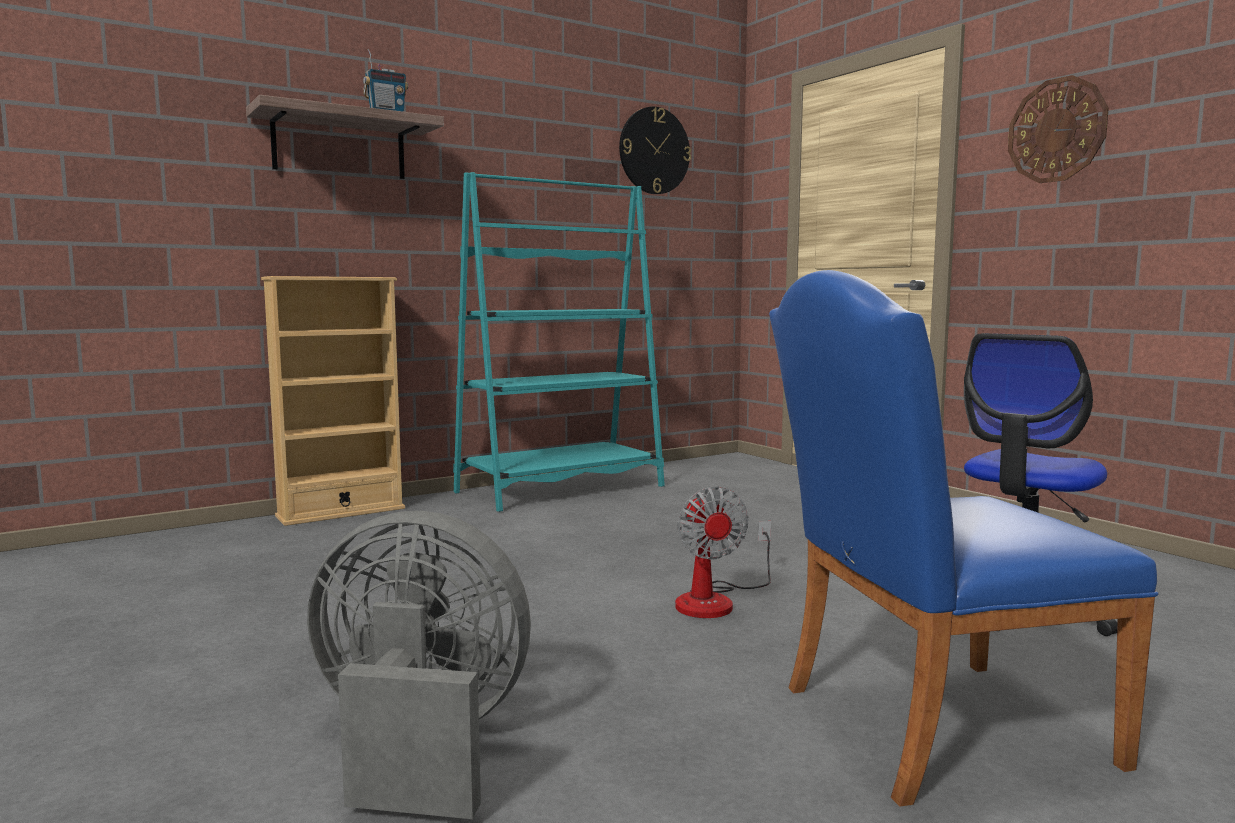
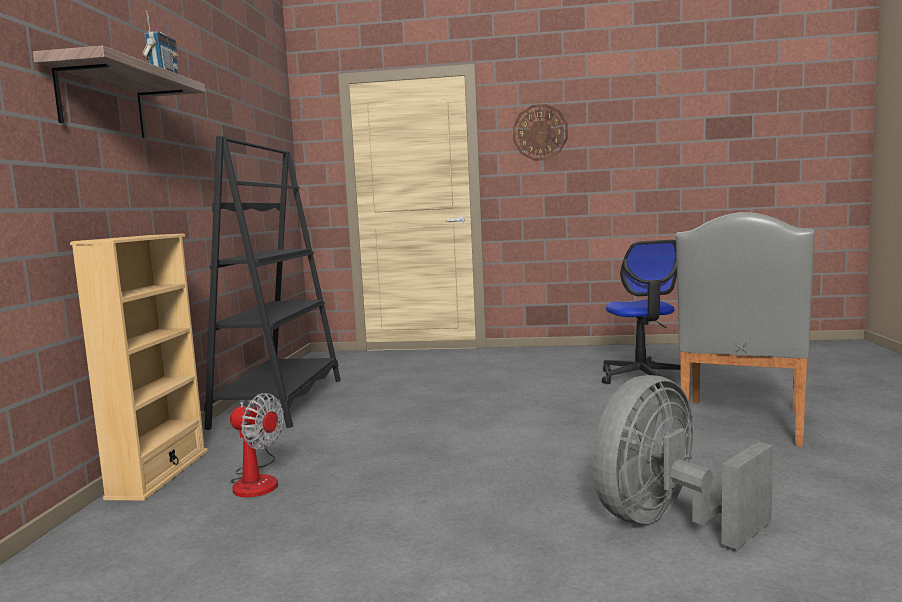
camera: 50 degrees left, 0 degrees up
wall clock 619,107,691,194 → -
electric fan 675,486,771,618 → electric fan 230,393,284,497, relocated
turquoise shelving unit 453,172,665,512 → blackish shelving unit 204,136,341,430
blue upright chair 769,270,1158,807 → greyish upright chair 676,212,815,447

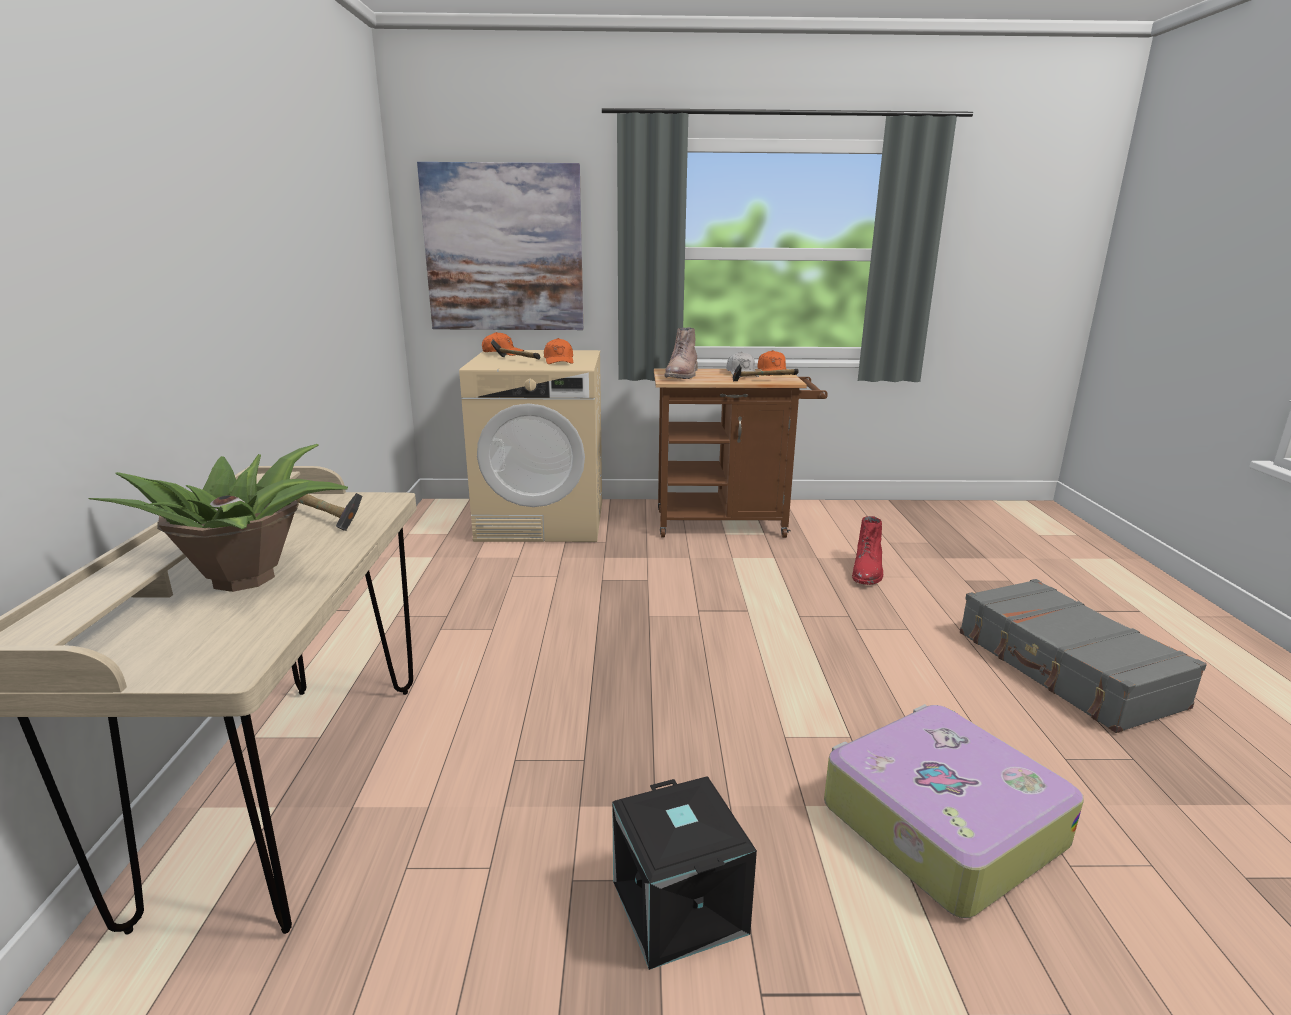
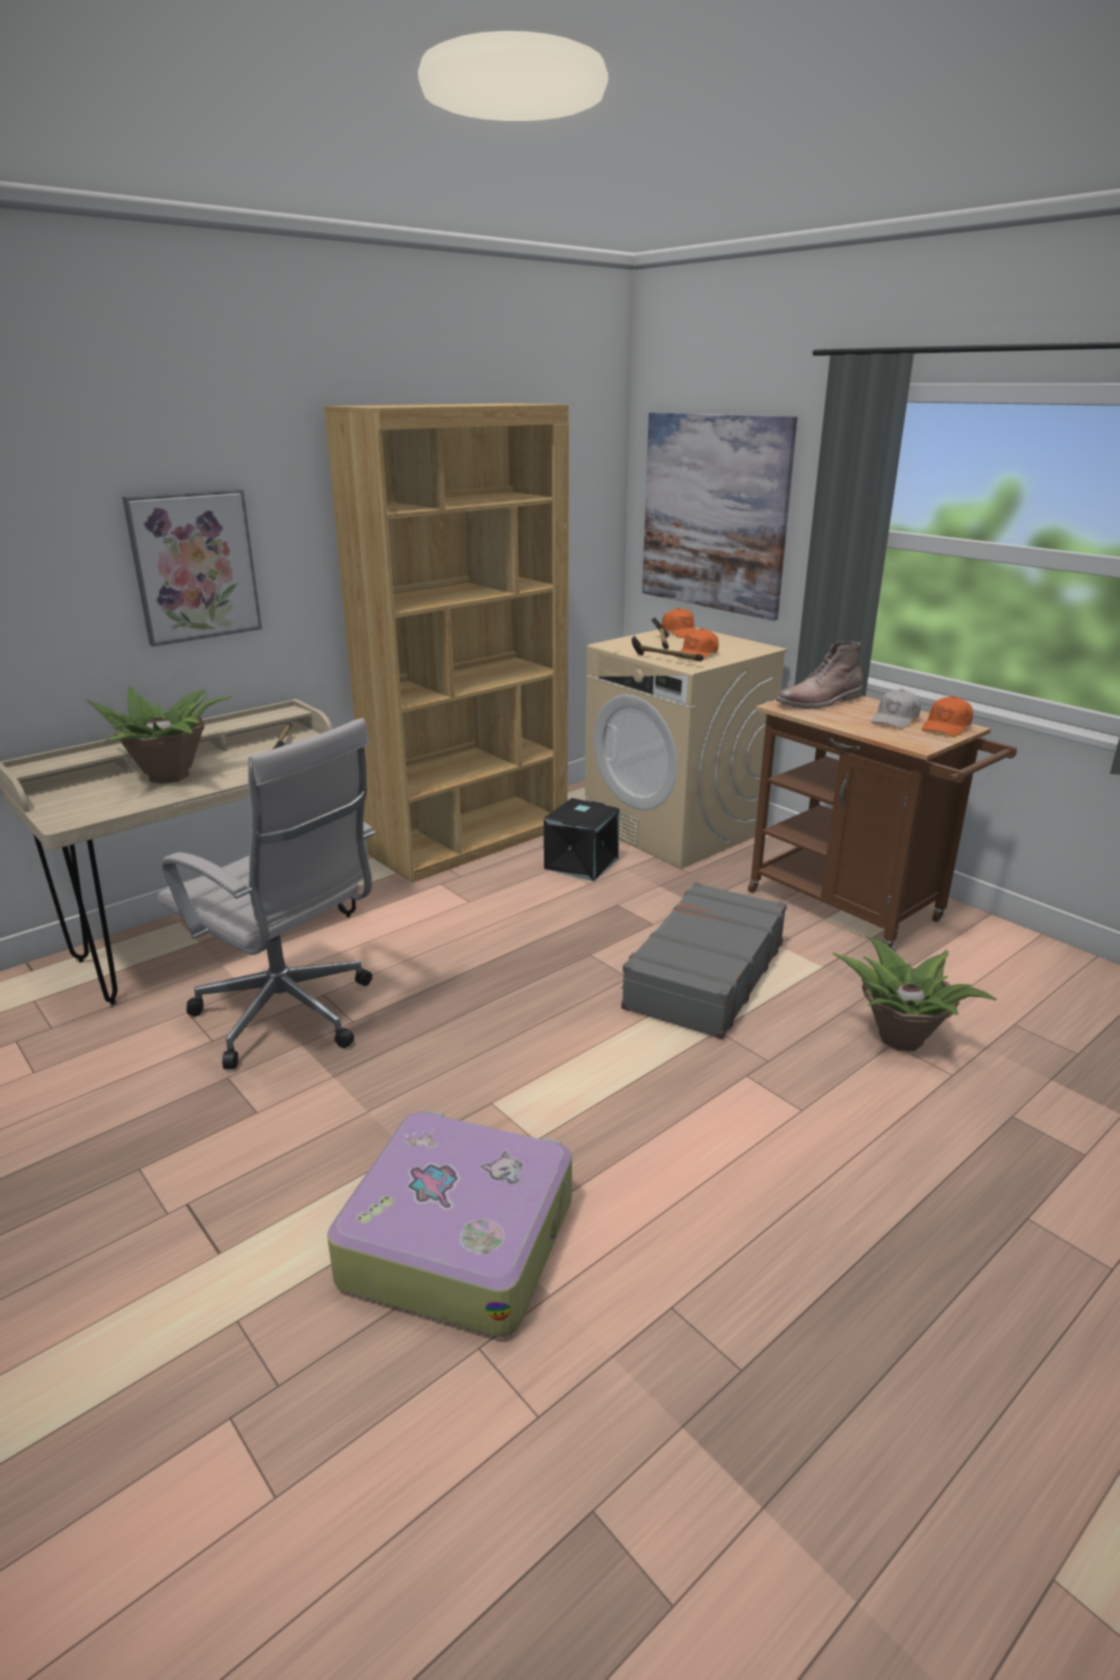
camera: 50 degrees right, 5 degrees up
- → wall picture 122,489,262,647
- → white computer chair 157,718,375,1069
- → brownish shelving unit 324,403,569,883
blackish storage bin 612,776,757,970 → blackish storage bin 544,798,620,882, relocated
hammer 733,364,799,381 → hammer 631,635,703,661, relocated
greyish travel case 960,579,1207,733 → greyish travel case 621,882,787,1039, relocated
reddish high-top boot 852,516,883,585 → plant in a pot 832,936,996,1051

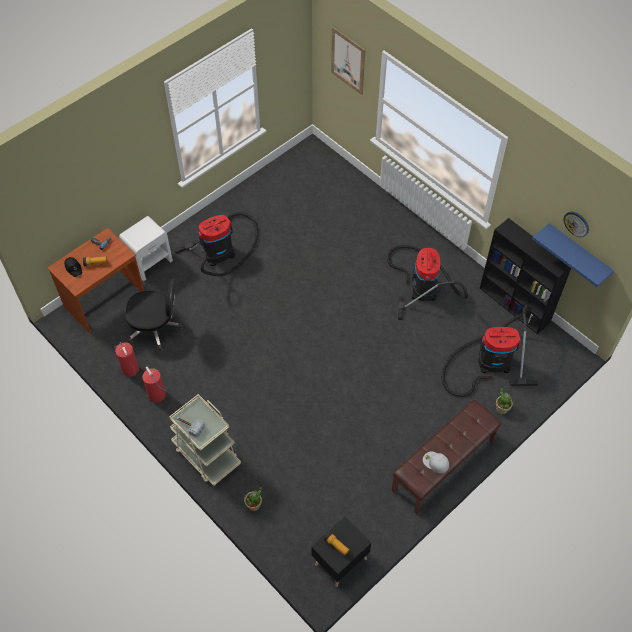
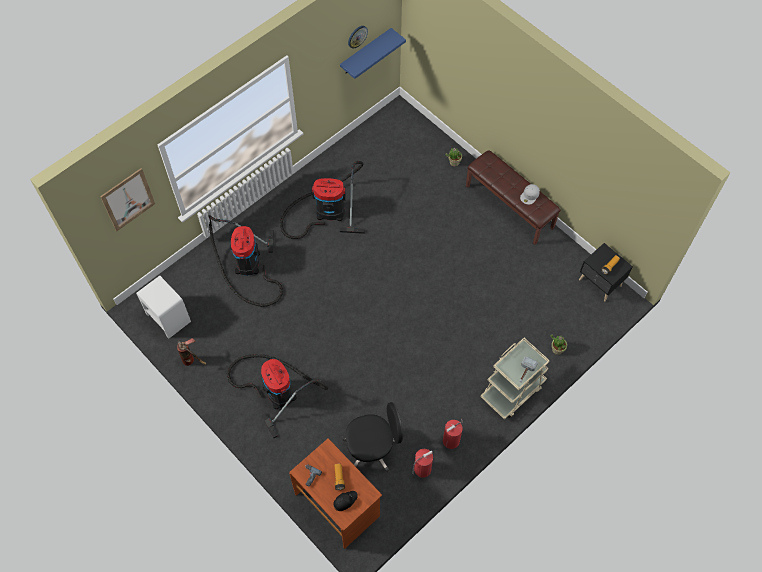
camera: 90 degrees left, 5 degrees up
blackish shelving unit 480,218,571,335 → -
- → fire extinguisher 177,338,206,366
white night table 119,216,173,281 → white night table 136,276,191,339, relocated
vacuum cleaner 441,305,538,397 → vacuum cleaner 209,215,283,307, relocated
blackish computer chair 125,277,185,352 → blackish computer chair 342,402,403,473, 75 degrees clockwise

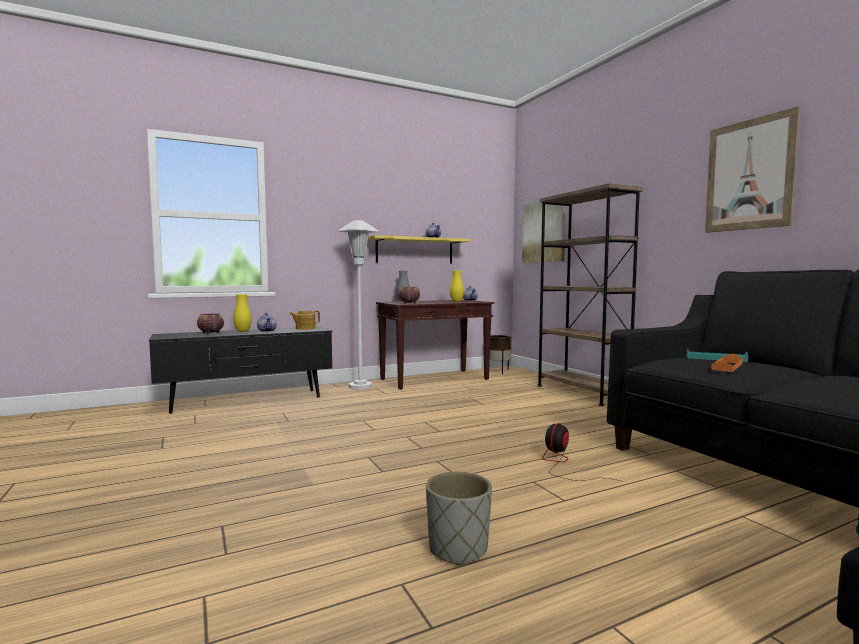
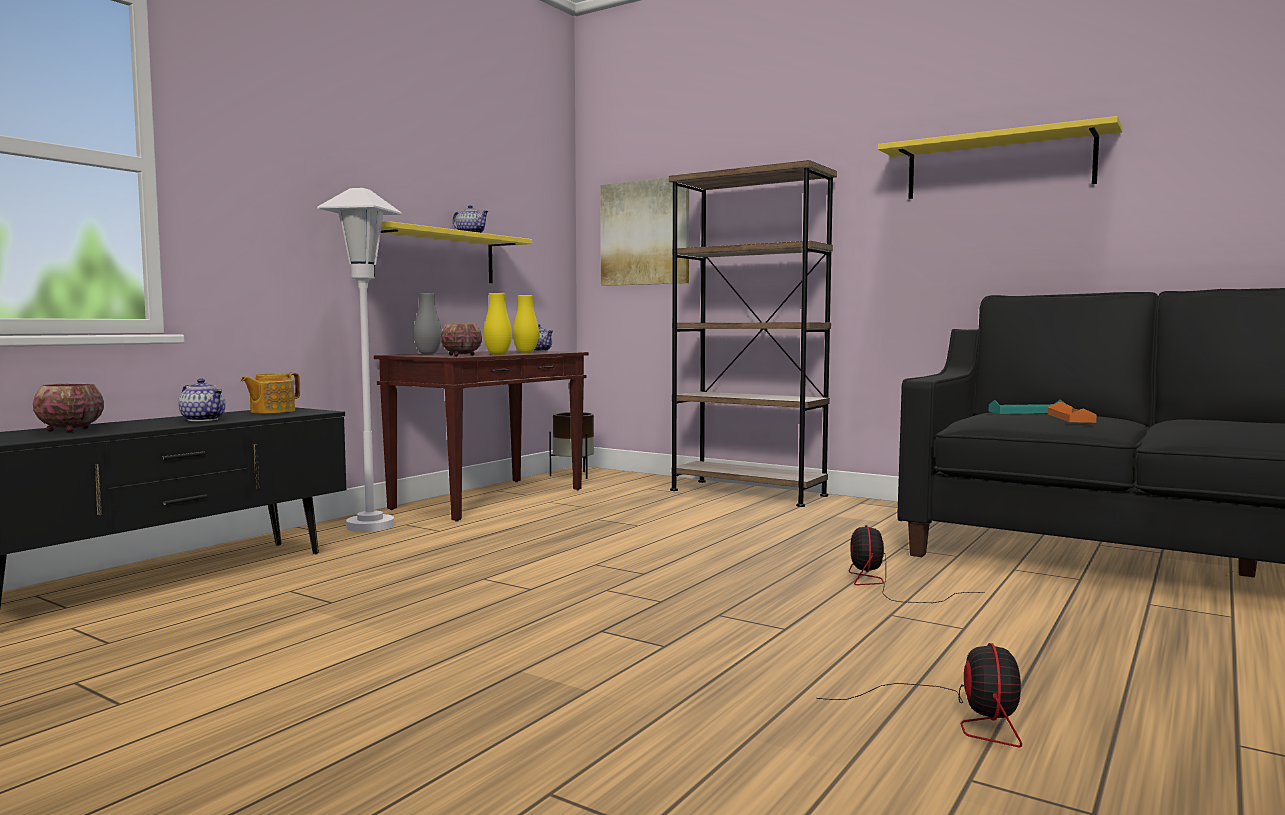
camera: 30 degrees left, 0 degrees up
yellow-coloured vase 233,294,252,332 → yellow-coloured vase 483,293,512,355, relocated
greyish plant pot 426,472,492,566 → electric fan 816,643,1022,747
wall picture 705,106,800,233 → yellow-coloured shelf 878,116,1123,199

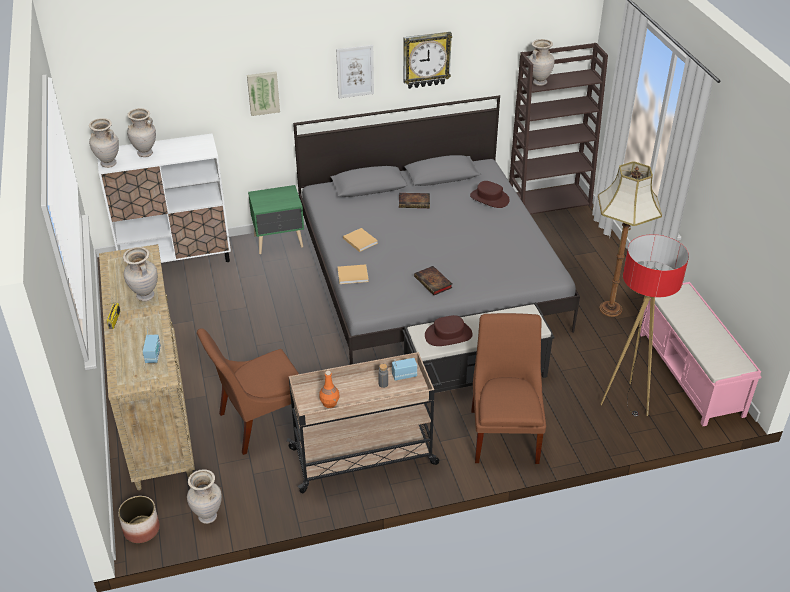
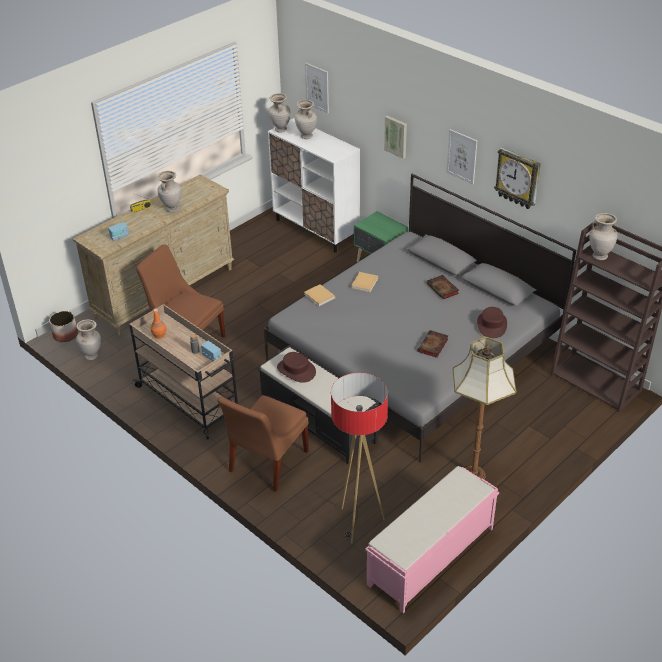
camera: 60 degrees right, 0 degrees up
- → wall picture 305,62,329,113
book 414,266,452,295 → book 417,330,448,358, relocated
brownish upright chair 471,313,546,464 → brownish upright chair 217,395,309,492, 150 degrees clockwise

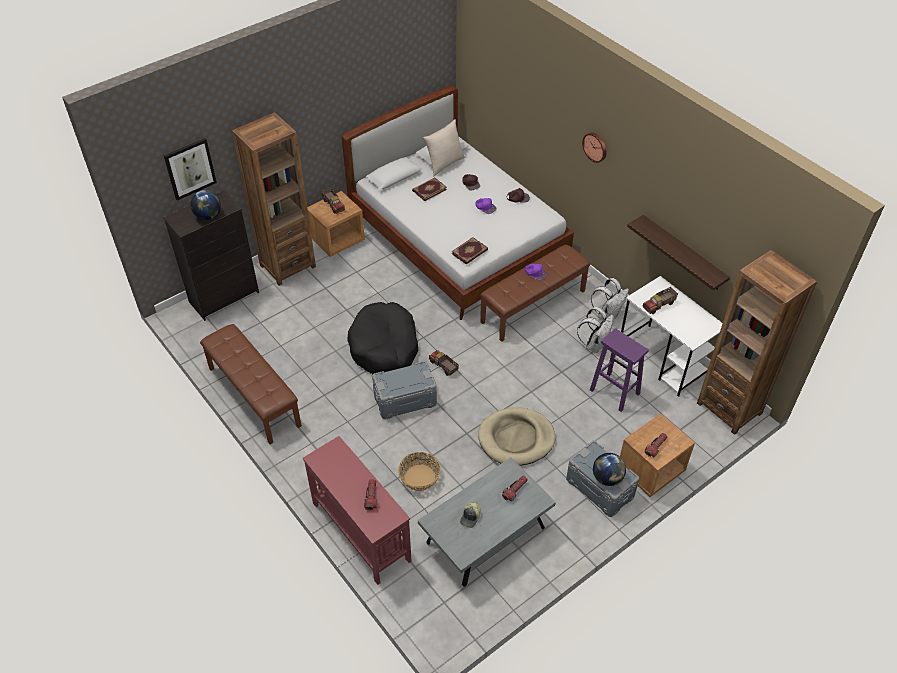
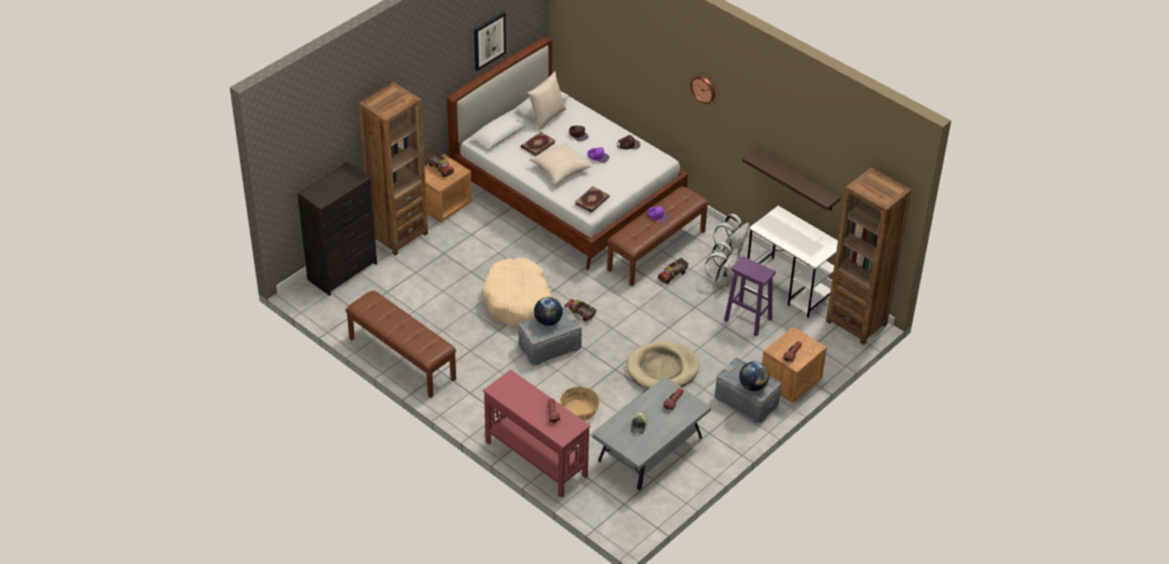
camera: 10 degrees left, 5 degrees down
- → beige-coloured cushion 529,143,592,184
wall picture 163,138,217,201 → wall picture 474,12,506,71, relocated
desk globe 190,190,221,220 → desk globe 534,297,563,326, relocated
toy truck 642,287,678,314 → toy truck 658,258,689,284, relocated
blackish dog bed 347,302,418,374 → beige-coloured dog bed 482,258,552,328

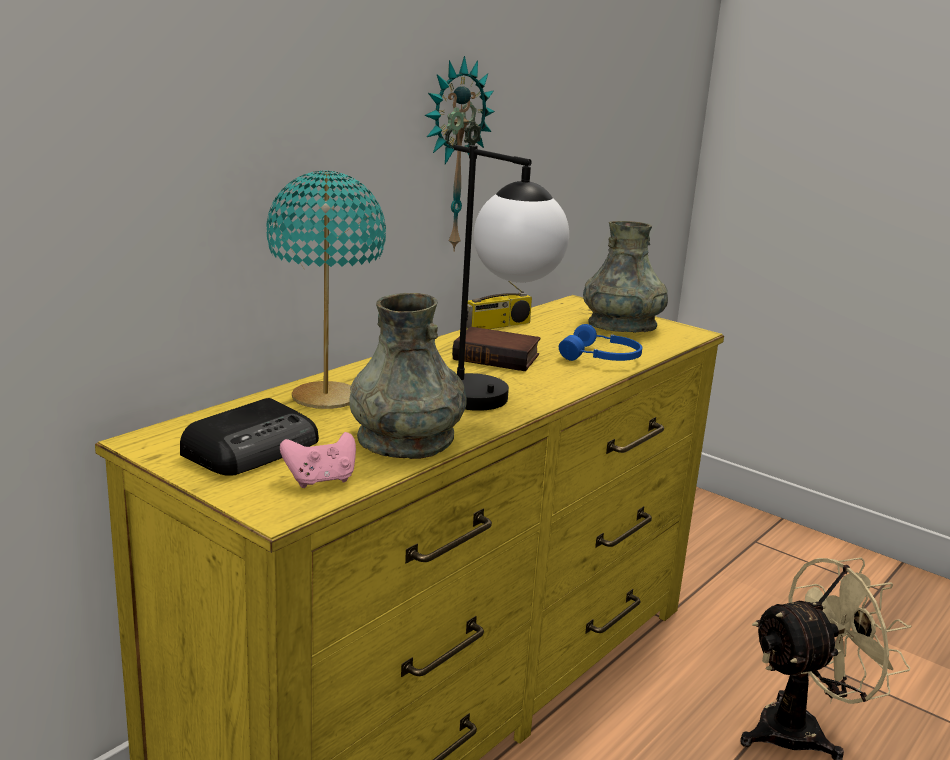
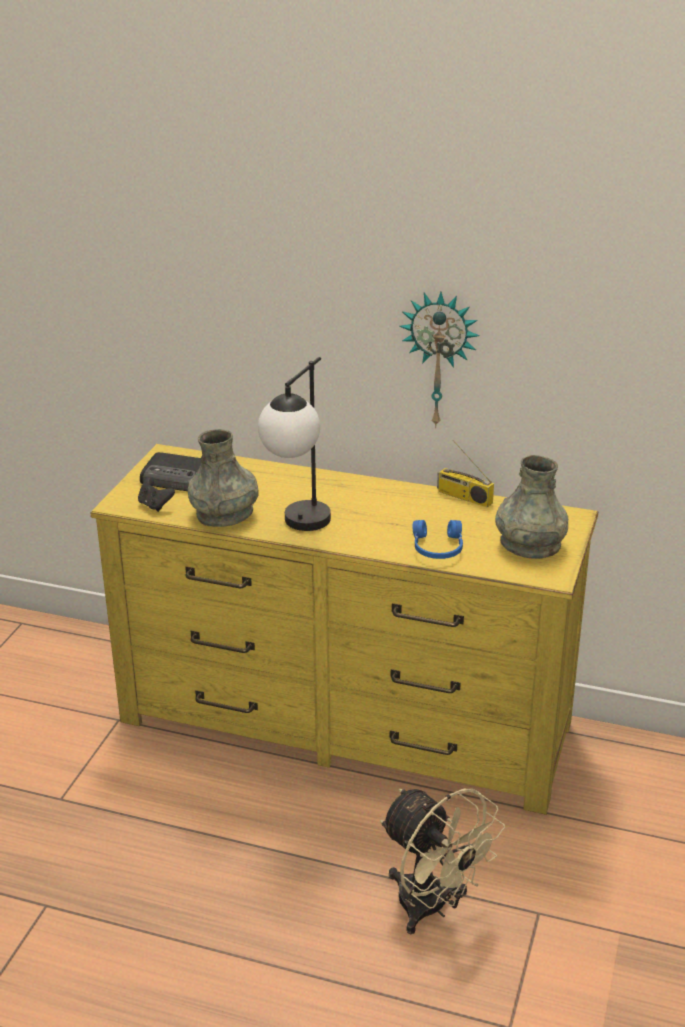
camera: 70 degrees right, 10 degrees up
turquoise tabletop lamp 266,171,386,409 → -
book 452,327,541,371 → -
pinkish game controller 280,432,356,488 → blackish game controller 138,477,175,512

